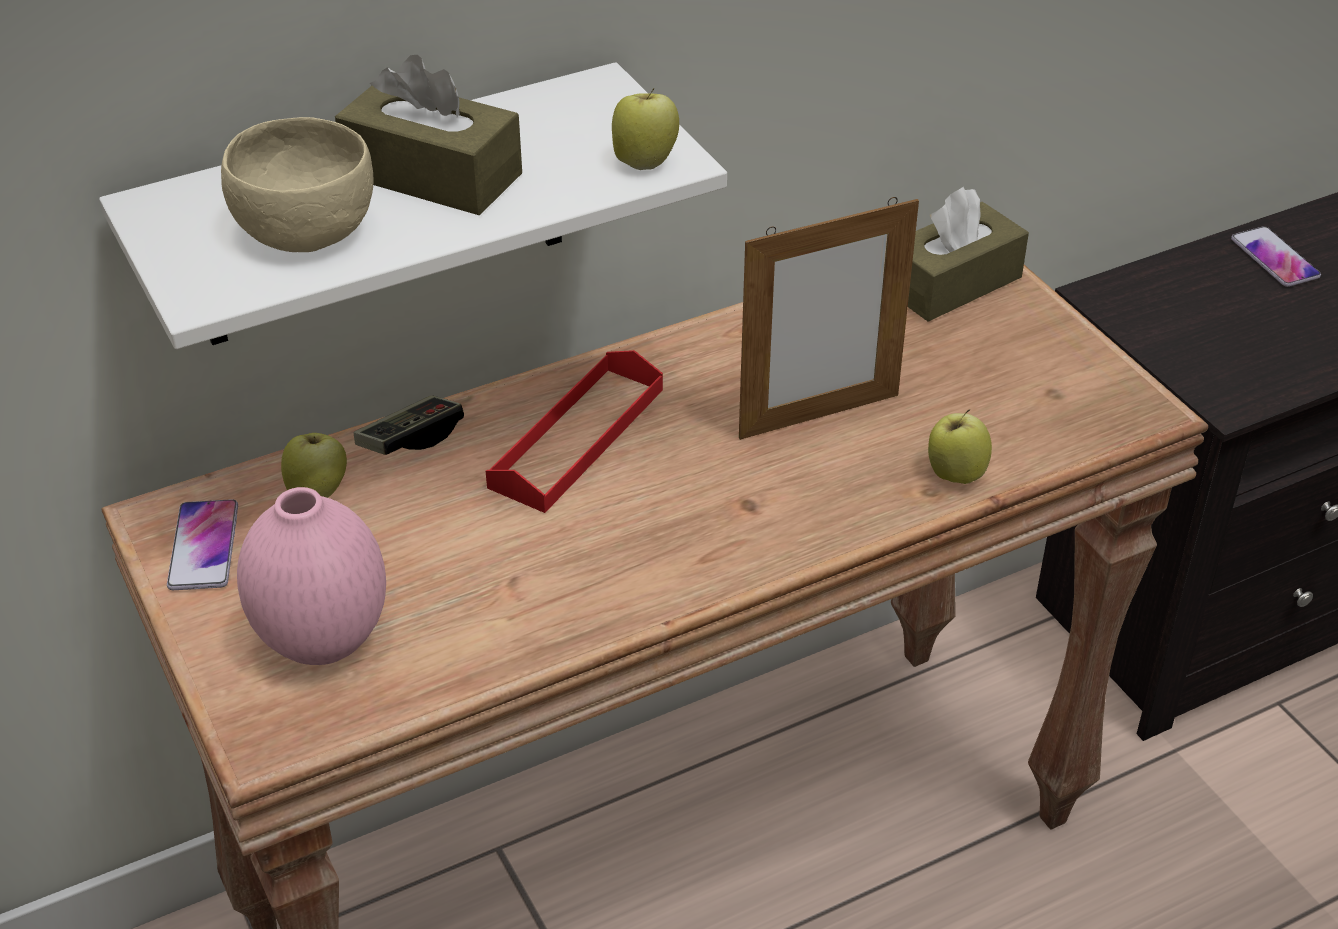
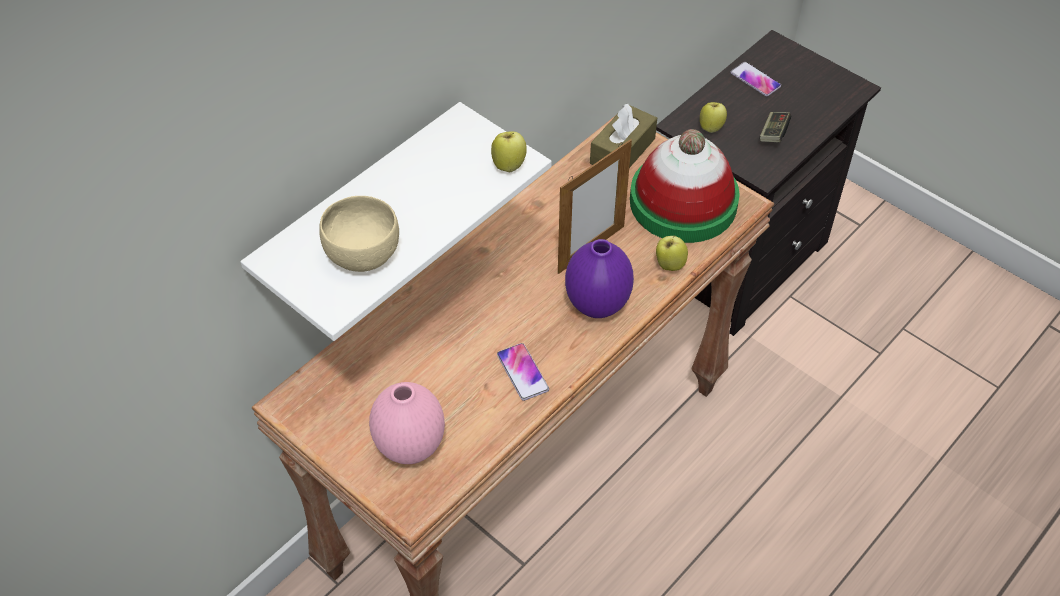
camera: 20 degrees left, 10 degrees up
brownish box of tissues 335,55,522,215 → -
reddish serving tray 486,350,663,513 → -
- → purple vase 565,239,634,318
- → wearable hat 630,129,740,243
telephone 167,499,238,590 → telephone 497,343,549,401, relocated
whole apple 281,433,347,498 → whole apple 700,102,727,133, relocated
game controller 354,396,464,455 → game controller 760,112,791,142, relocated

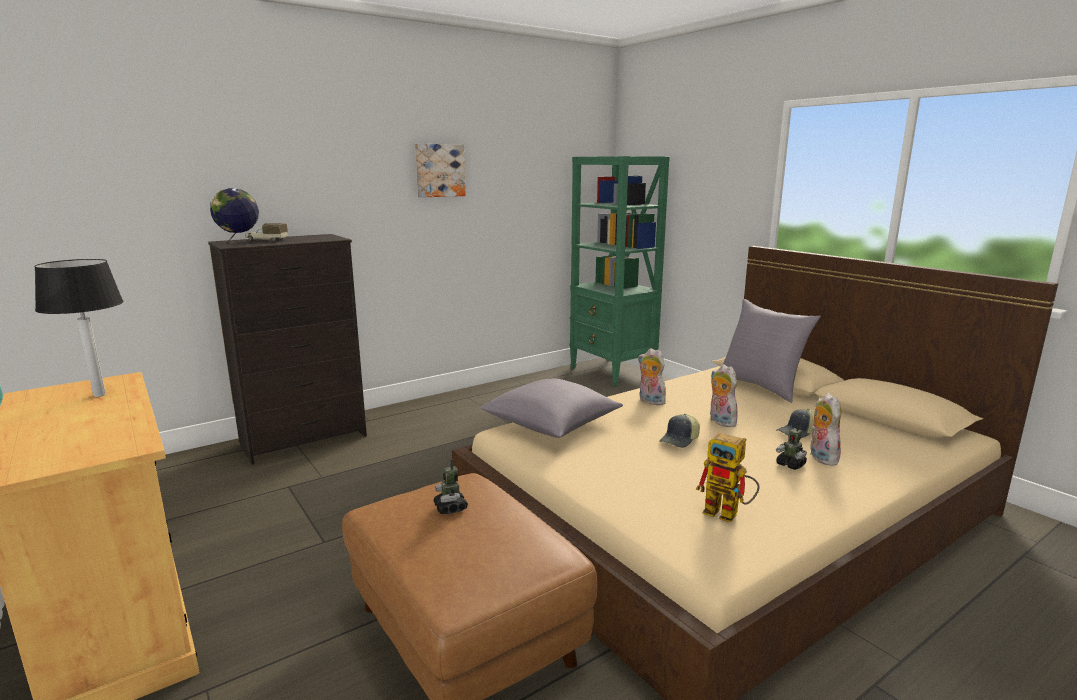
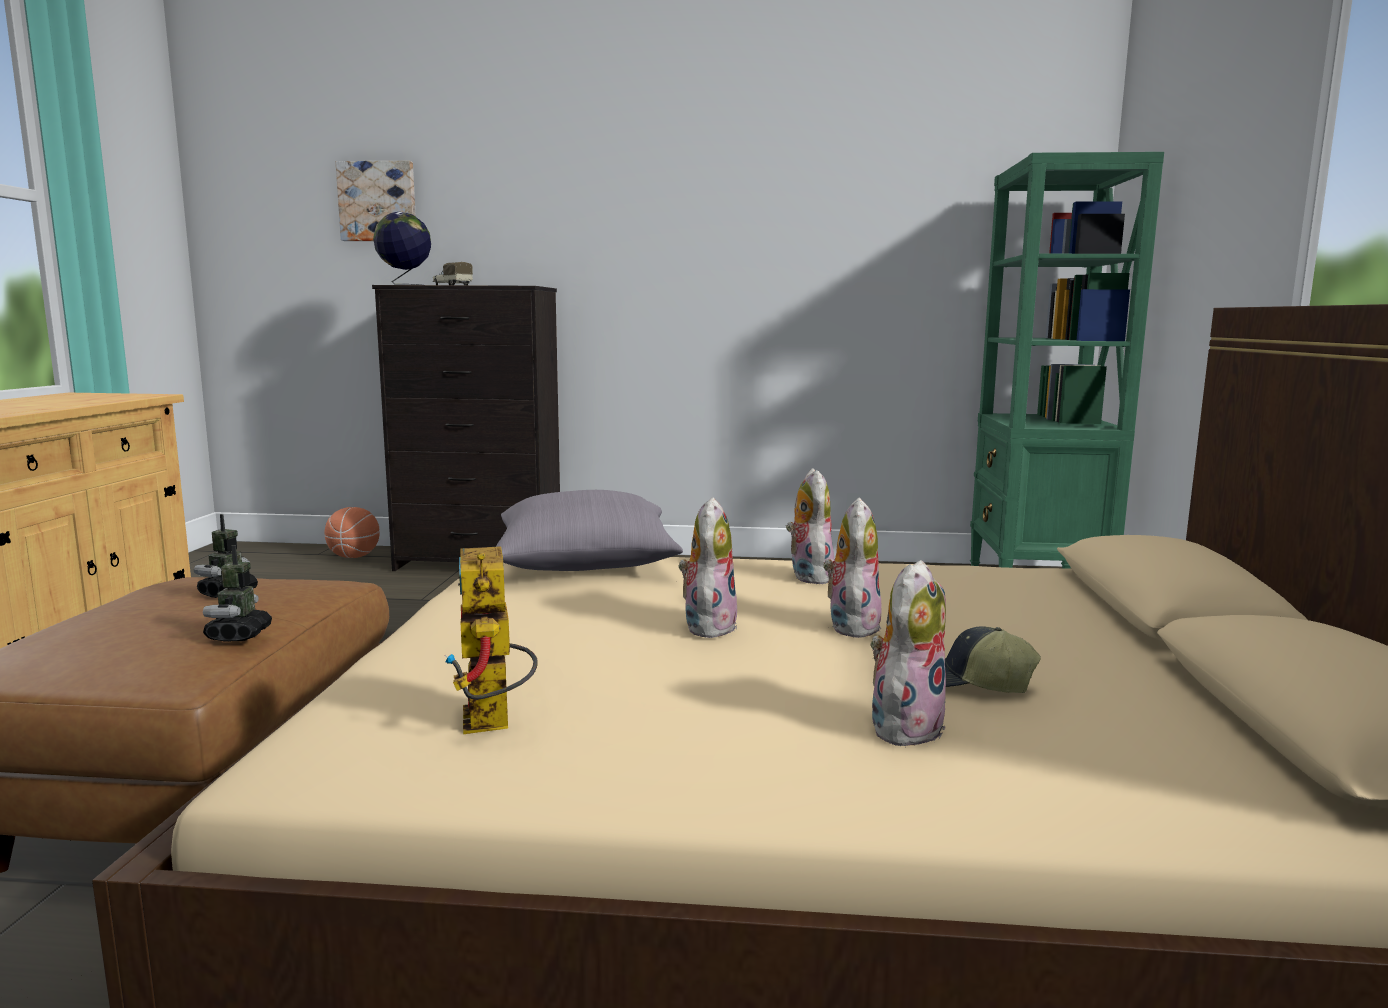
camera: 40 degrees right, 5 degrees down
tabletop lamp 34,259,123,397 → -
greyish cushion 722,299,821,403 → -
- → basketball ball 325,507,380,558
wall picture 415,144,466,198 → wall picture 336,161,416,241, relocated
robot figure 776,422,807,470 → robot figure 203,545,272,642, relocated
peaked cap 659,414,700,448 → plush toy 678,497,737,638

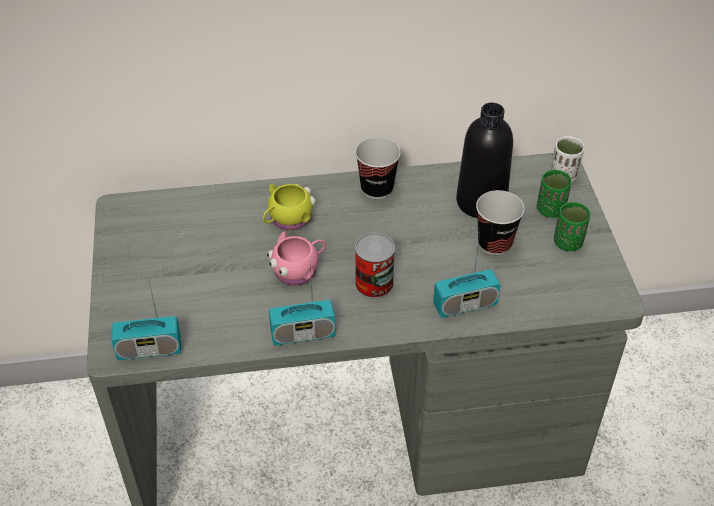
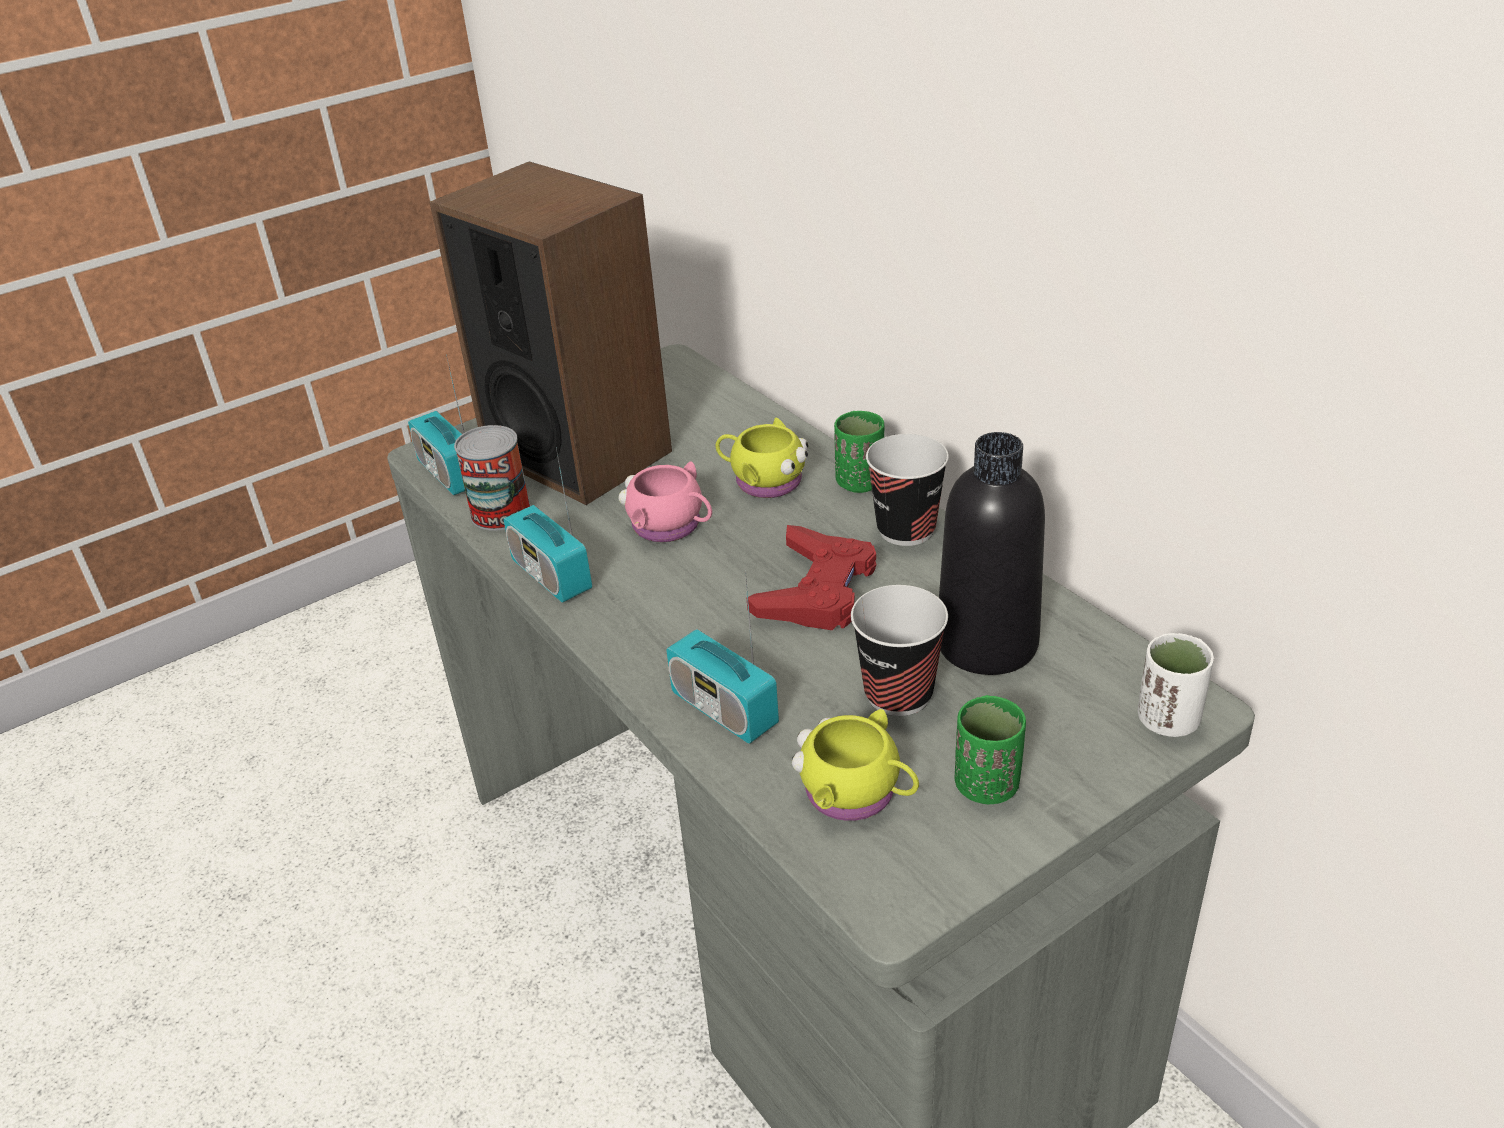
camera: 65 degrees right, 10 degrees down
- → speaker 430,161,672,505
- → reddish game controller 747,525,877,630
- → yellow-coloured tea mug 792,709,919,821
metal can 355,232,395,298 → metal can 454,425,531,531, relocated
green small cup 537,170,572,218 → green small cup 834,411,884,493, relocated

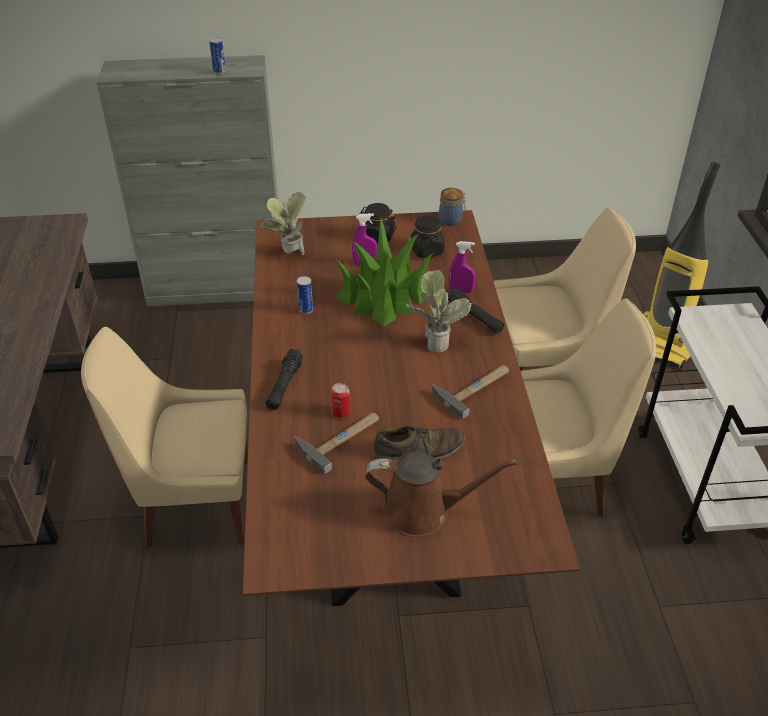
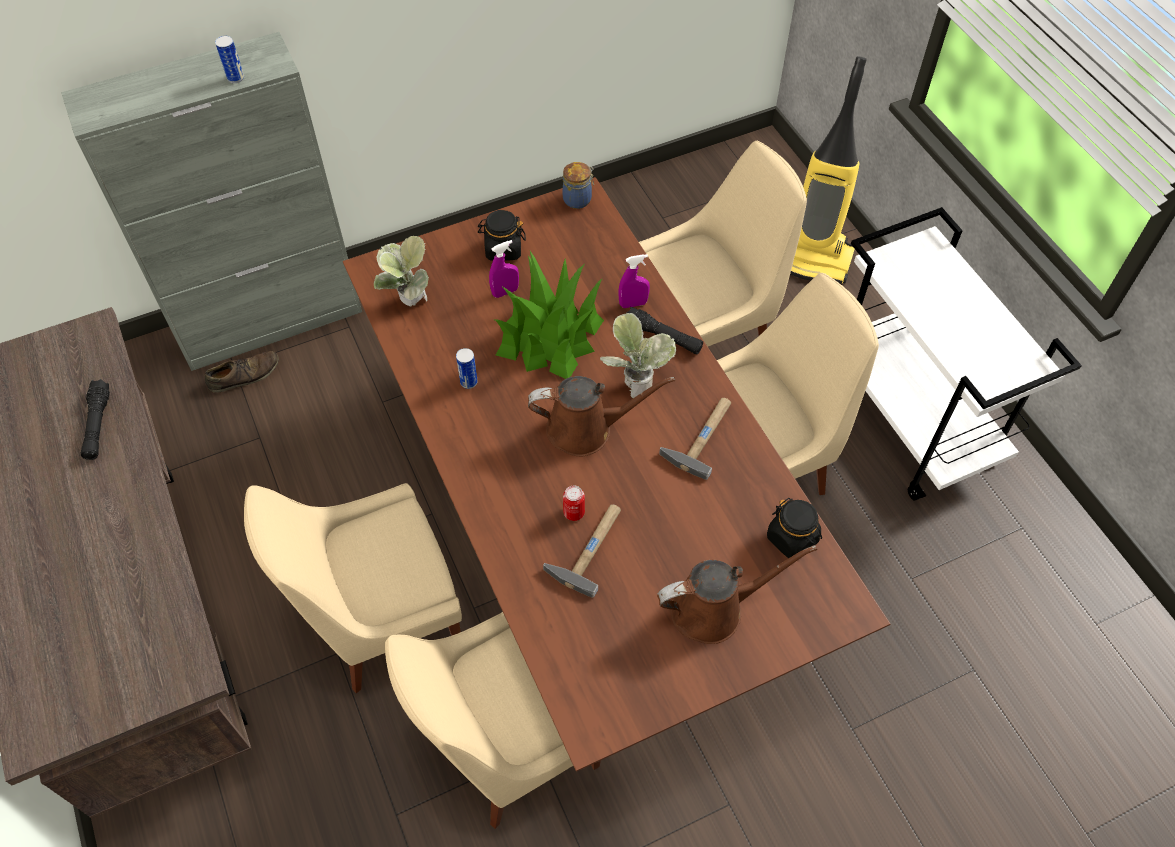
camera: 20 degrees left, 15 degrees up
- → beige-coloured upright chair 385,612,601,829
- → brownish sprinkling can 528,376,675,457
blackish torch 266,349,303,410 → blackish torch 81,379,110,460, relocated
brownish item of footwear 374,426,465,460 → brownish item of footwear 205,351,279,393, relocated
blackish storage jar 411,214,445,258 → blackish storage jar 767,498,822,558, relocated

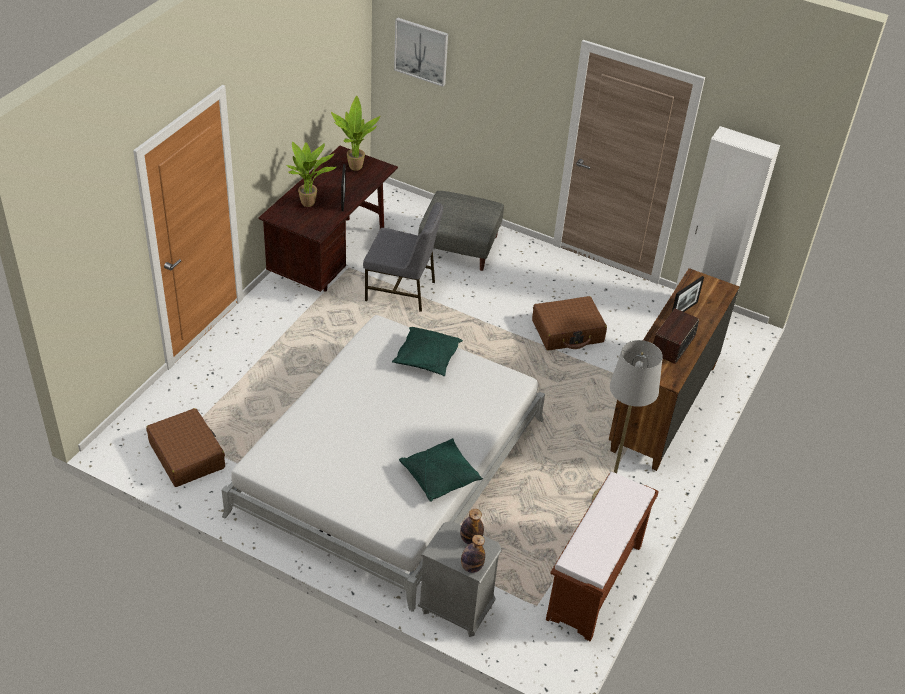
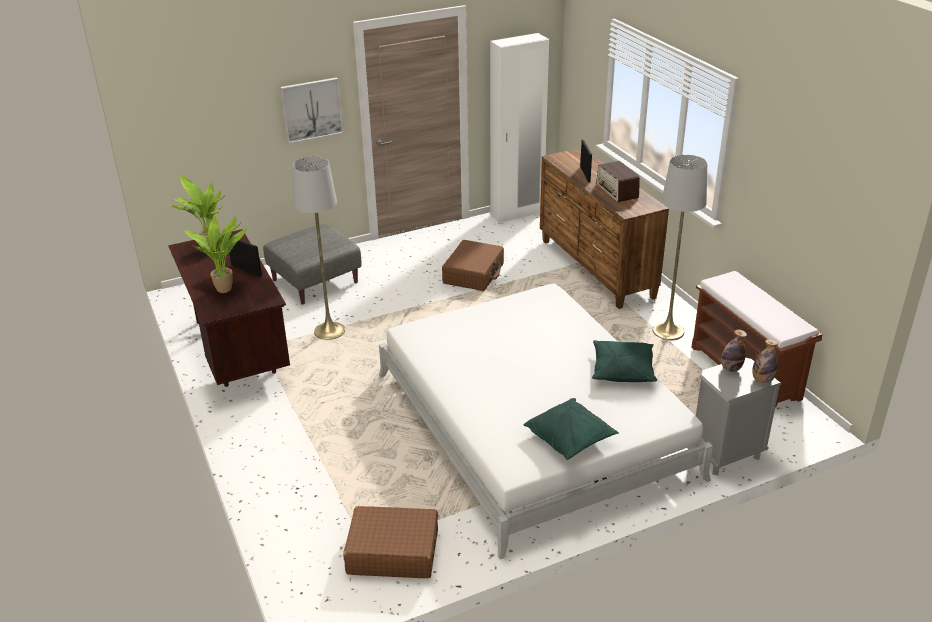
camera: 50 degrees left, 10 degrees down
green cushion 392,327,463,376 → green cushion 523,398,619,460, relocated
wall picture 394,18,448,87 → wall picture 280,78,343,144, relocated
greyish upright chair 363,202,443,312 → greyish floor lamp 292,156,345,340

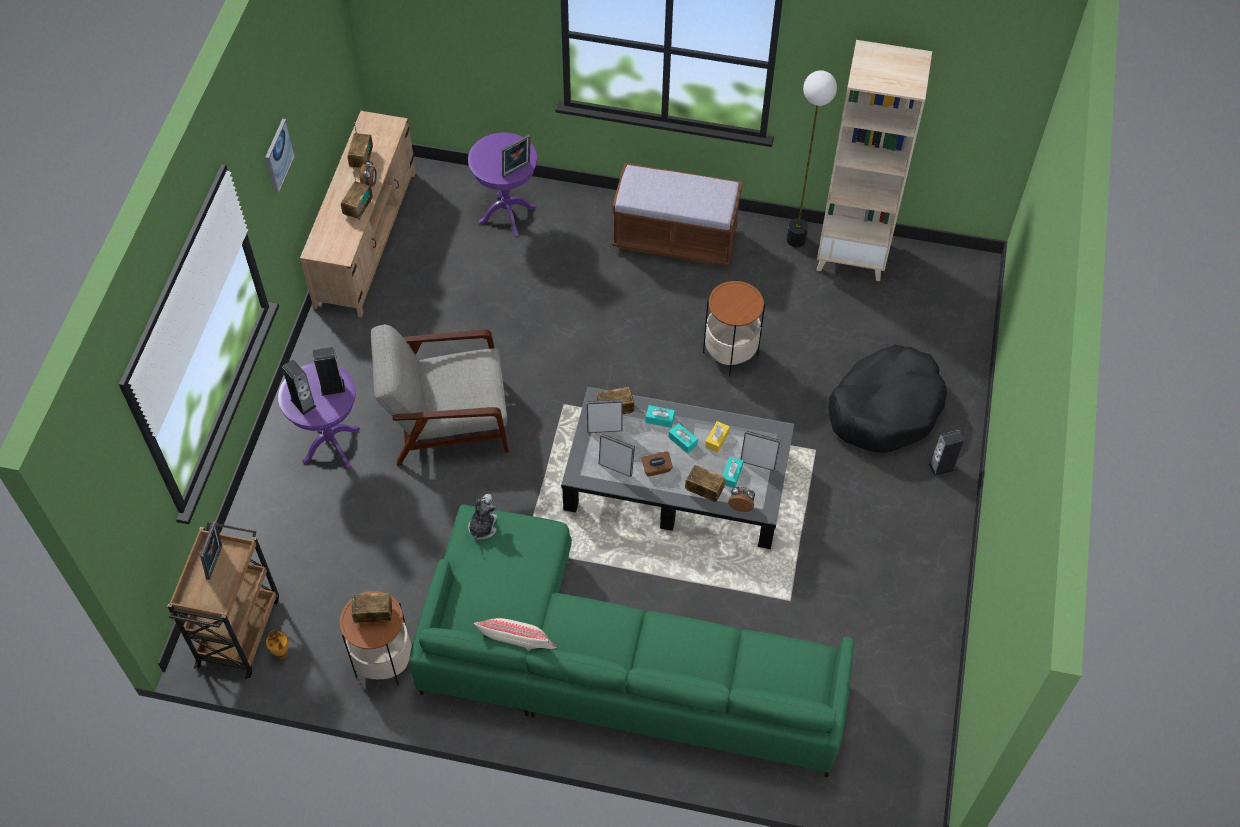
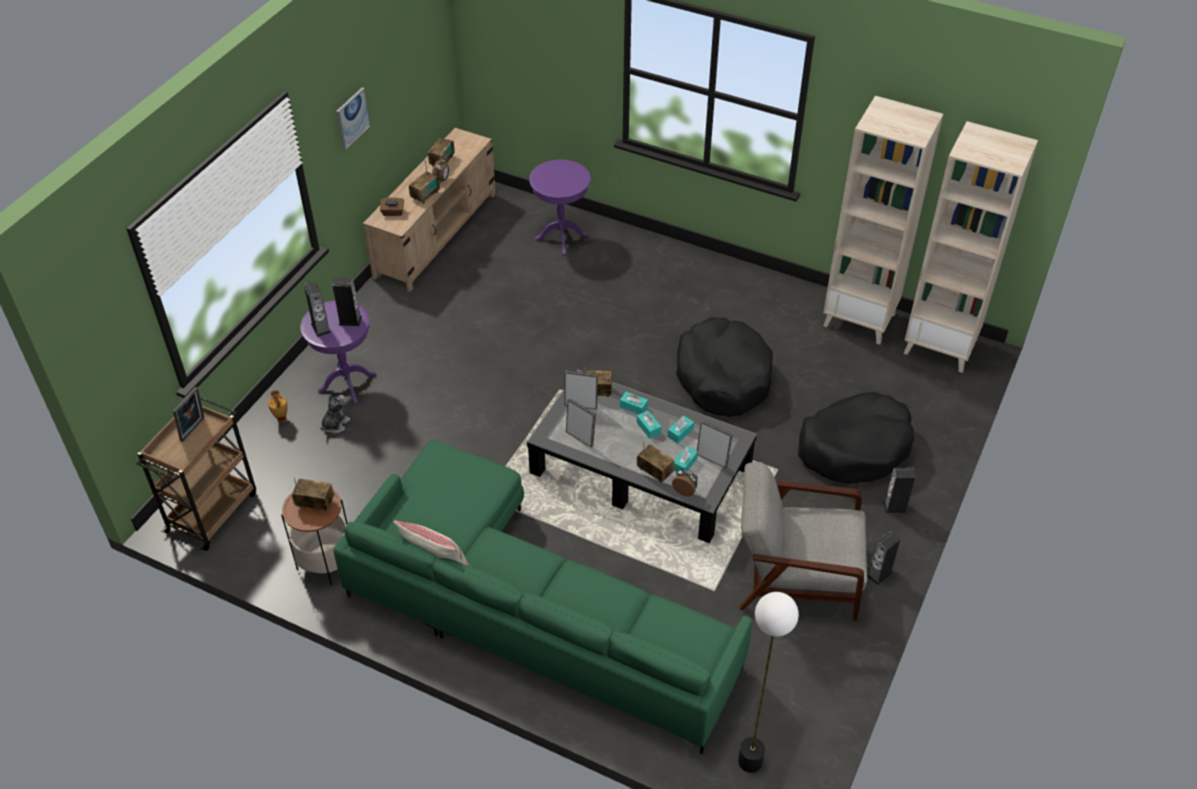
camera: 15 degrees right, 10 degrees down
standing frame 502,134,531,178 → -
brownish indoor bench 612,163,742,266 → -
- → speaker 867,531,901,585
- → beige-coloured shelving unit 903,121,1038,373
vase 266,630,289,659 → vase 268,390,288,423, relocated
greyish lounge chair 371,324,509,466 → greyish lounge chair 740,462,867,621, relocated
plush toy 468,494,498,541 → plush toy 320,395,350,433, relocated
brownish box of tissues 641,452,673,476 → brownish box of tissues 380,197,404,216, relocated
floor lamp 786,70,837,247 → floor lamp 738,592,799,773, relocated
side table 703,280,765,377 → blackish dog bed 676,317,773,417
yellow-coloured box of tissues 705,421,730,453 → turquoise box of tissues 668,416,694,443

